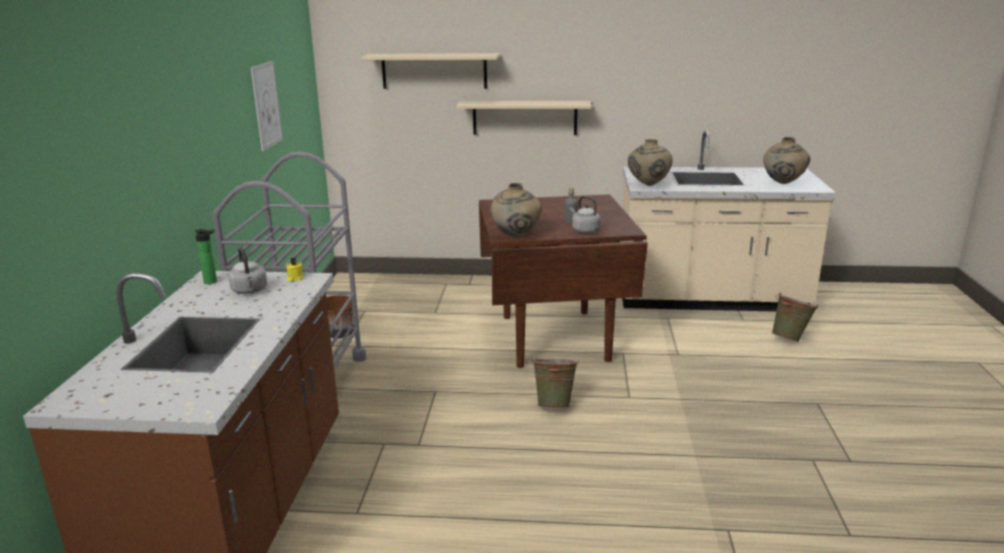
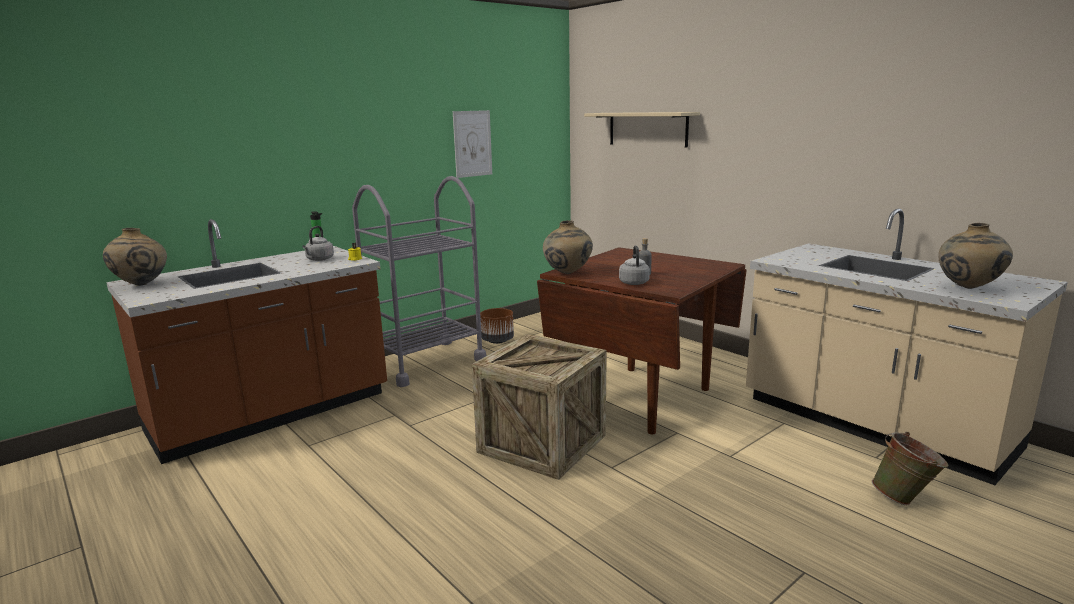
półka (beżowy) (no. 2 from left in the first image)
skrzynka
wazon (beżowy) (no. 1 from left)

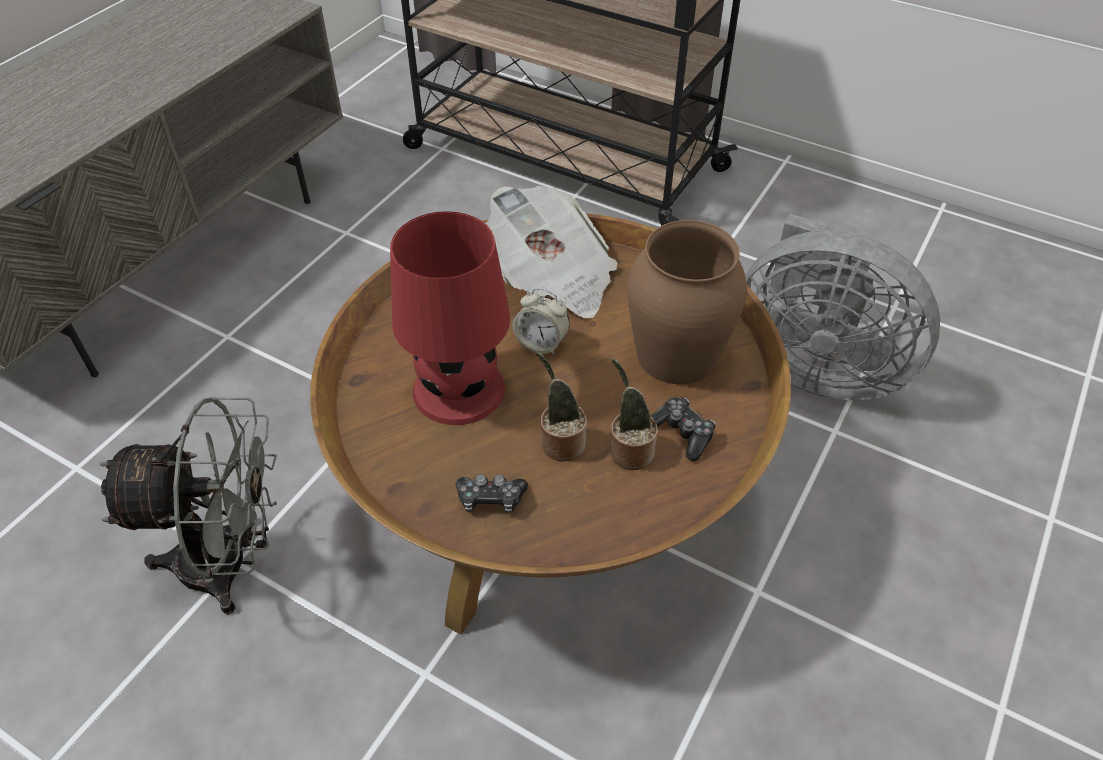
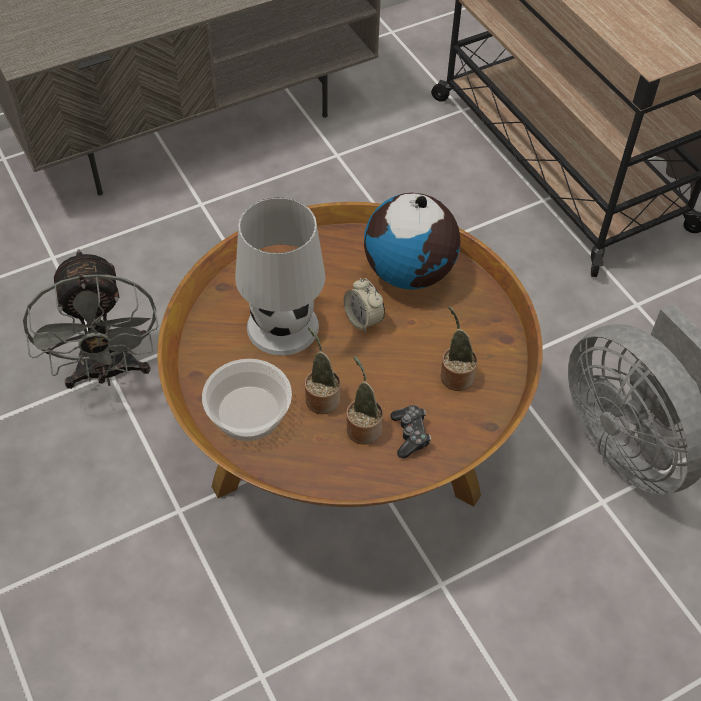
wentylator (szary) (no. 1 from left)
lampa stołowa (biały)
miska
globus
roślina doniczkowa (no. 3 from left)

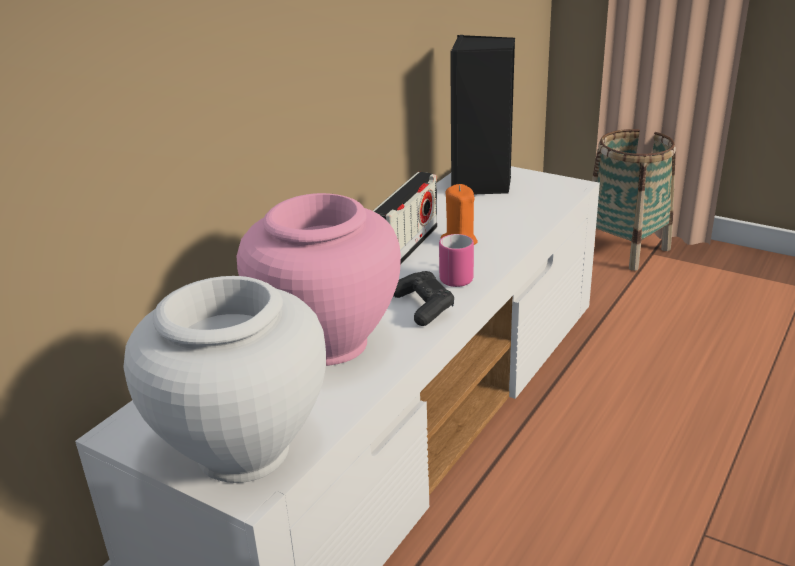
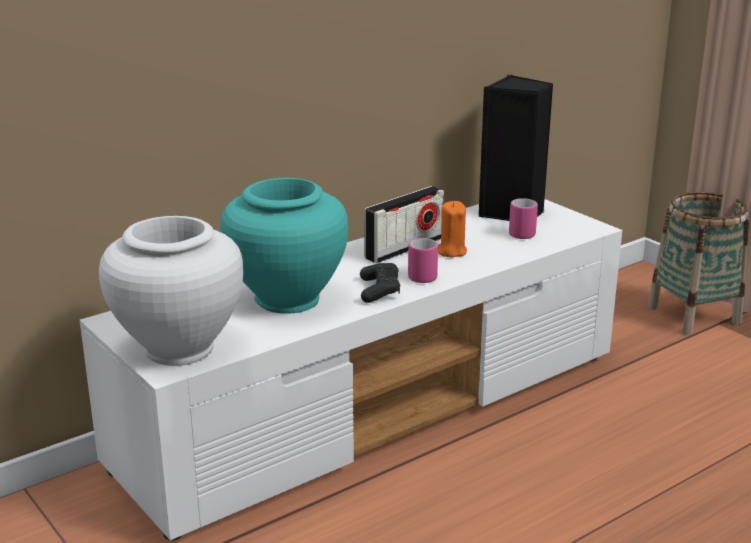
wazon (turkusowy)
kubek (różowy) (no. 2 from left)

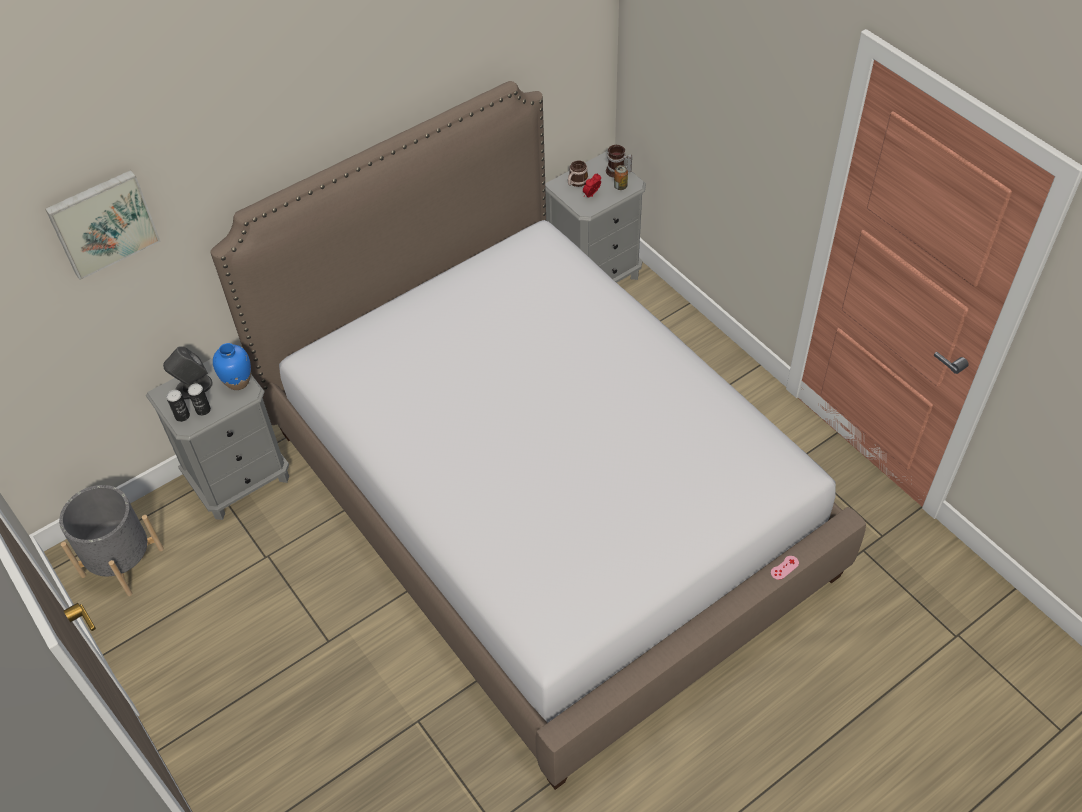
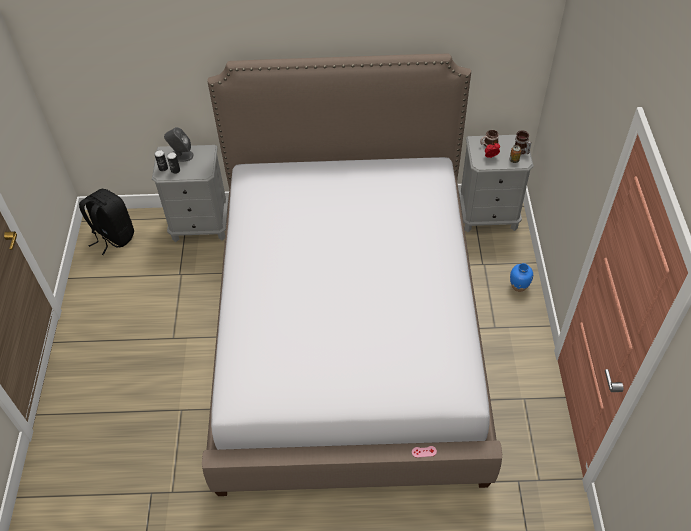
obraz
plecak (czarny)
wazon (niebieski)

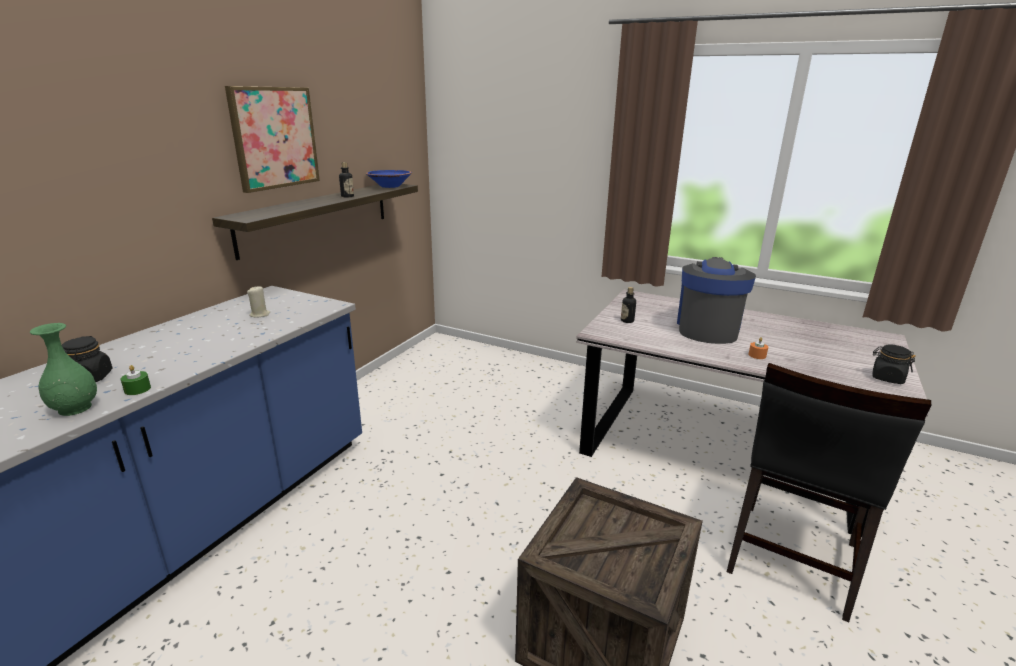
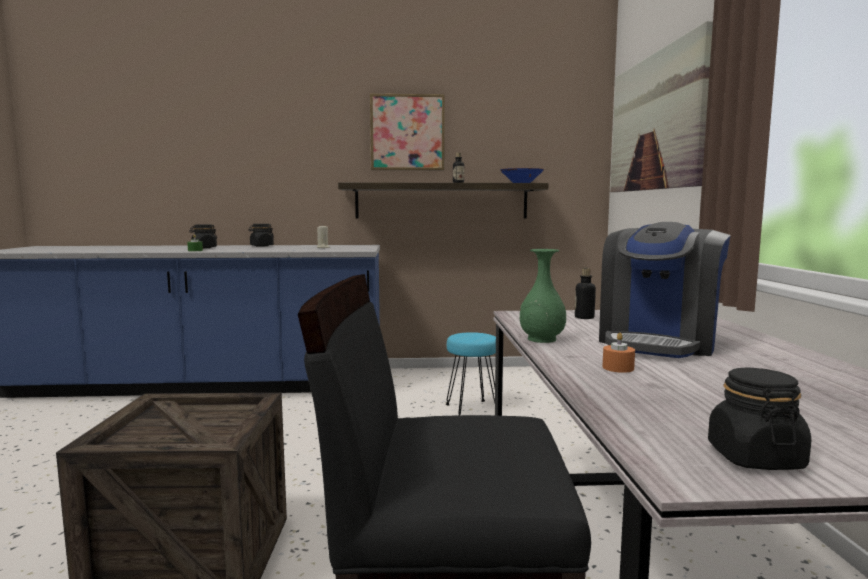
wazon (zielony)
ekspres do kawy
słoik (czarny) (no. 2 from left)
stołek (turkusowy)
obraz (no. 2 from left)

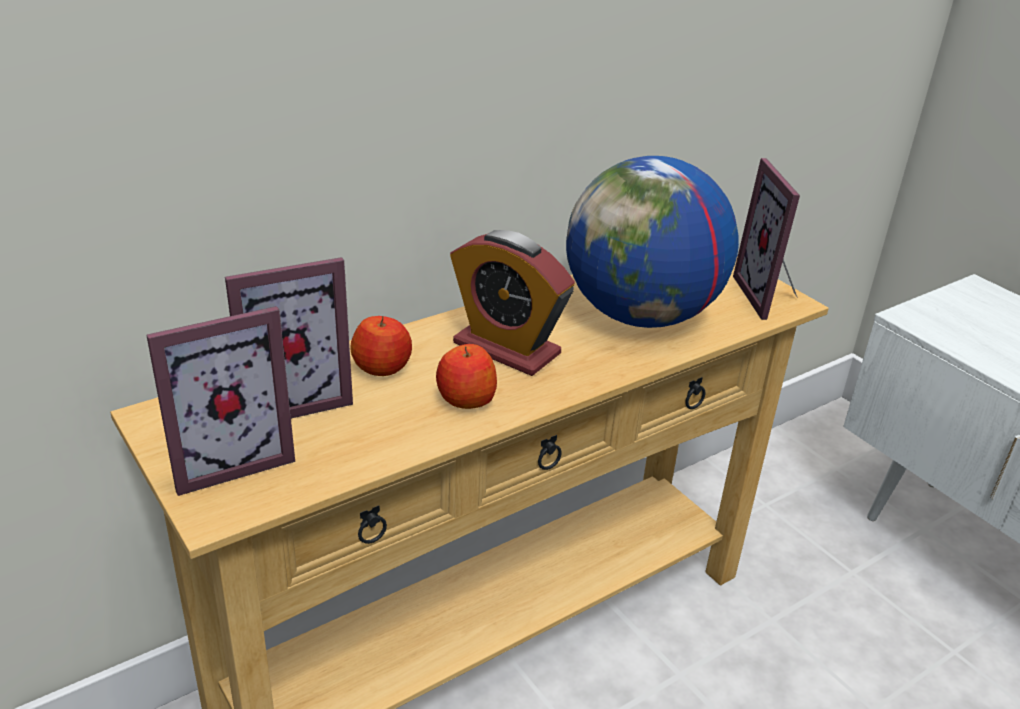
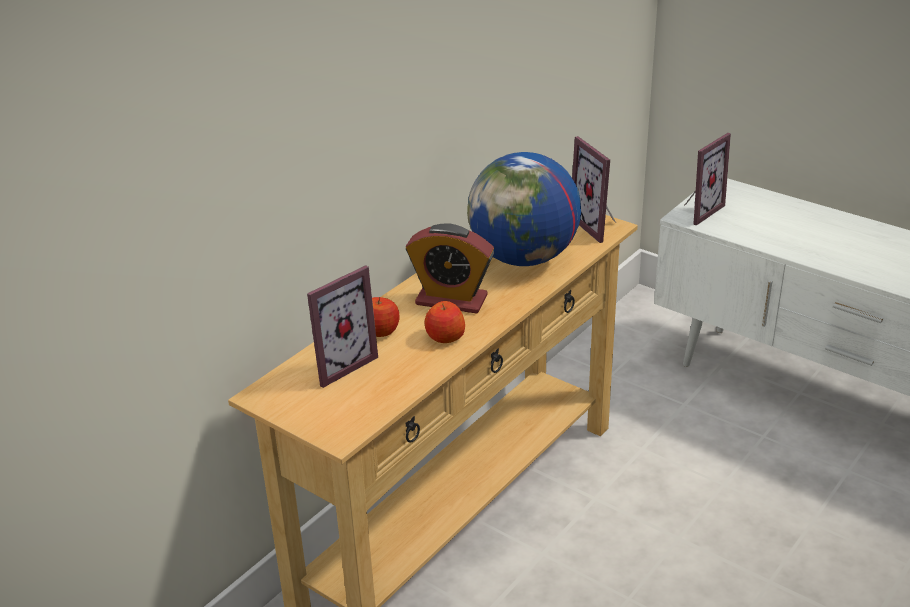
ramka na zdjęcie (no. 3 from left)

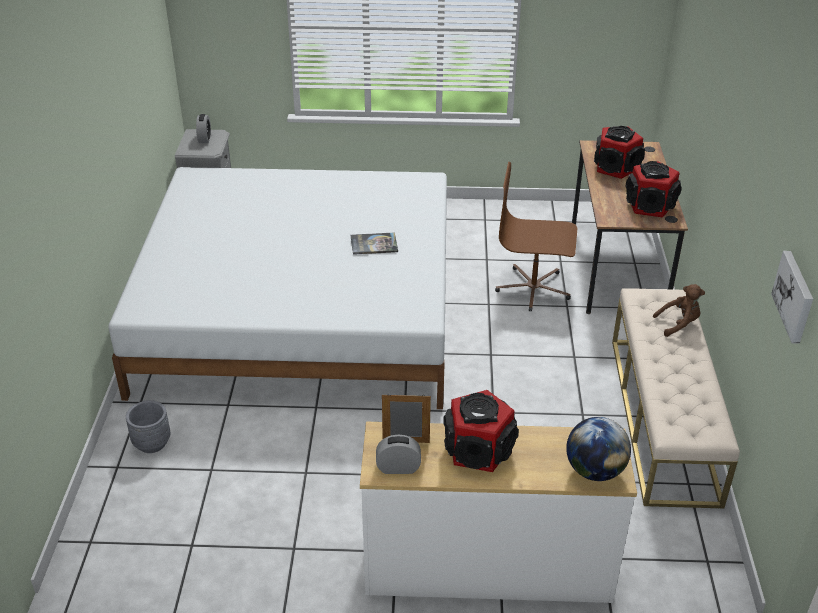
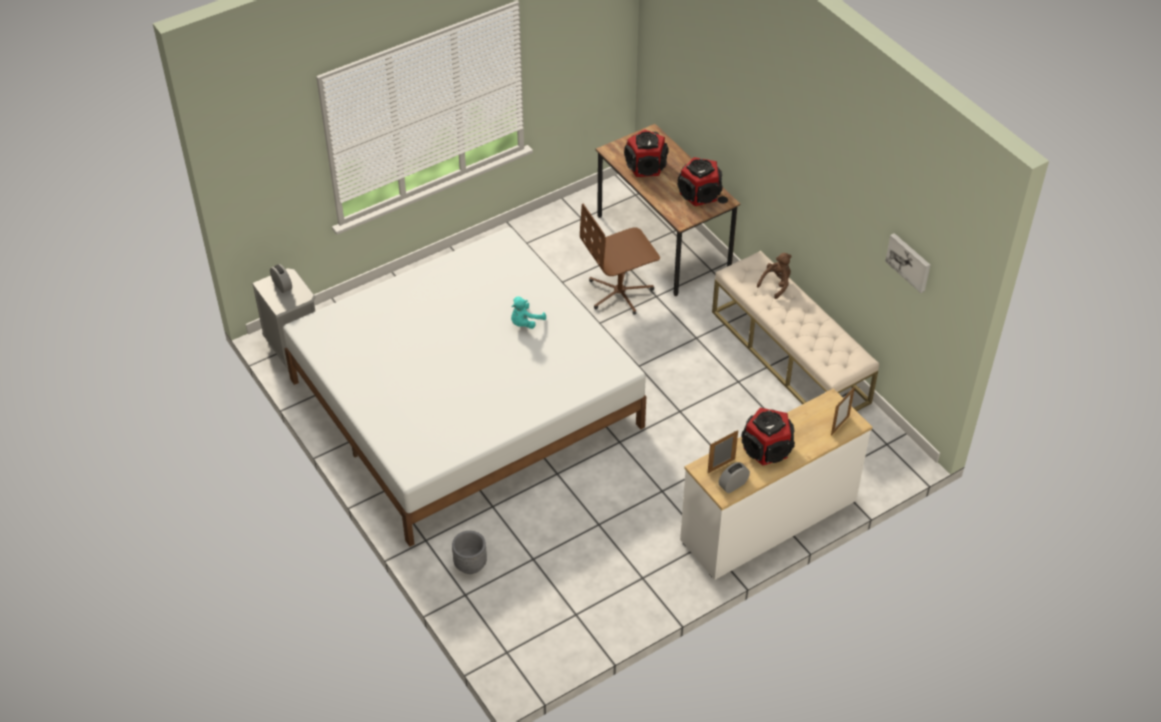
pluszak (turkusowy)
ramka na zdjęcie (no. 2 from left)

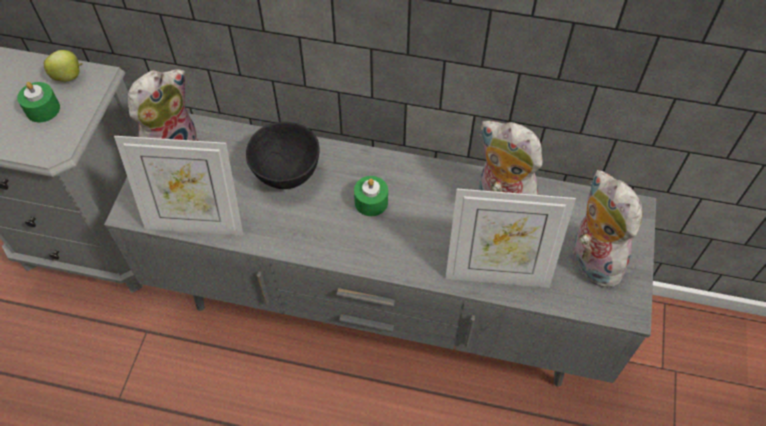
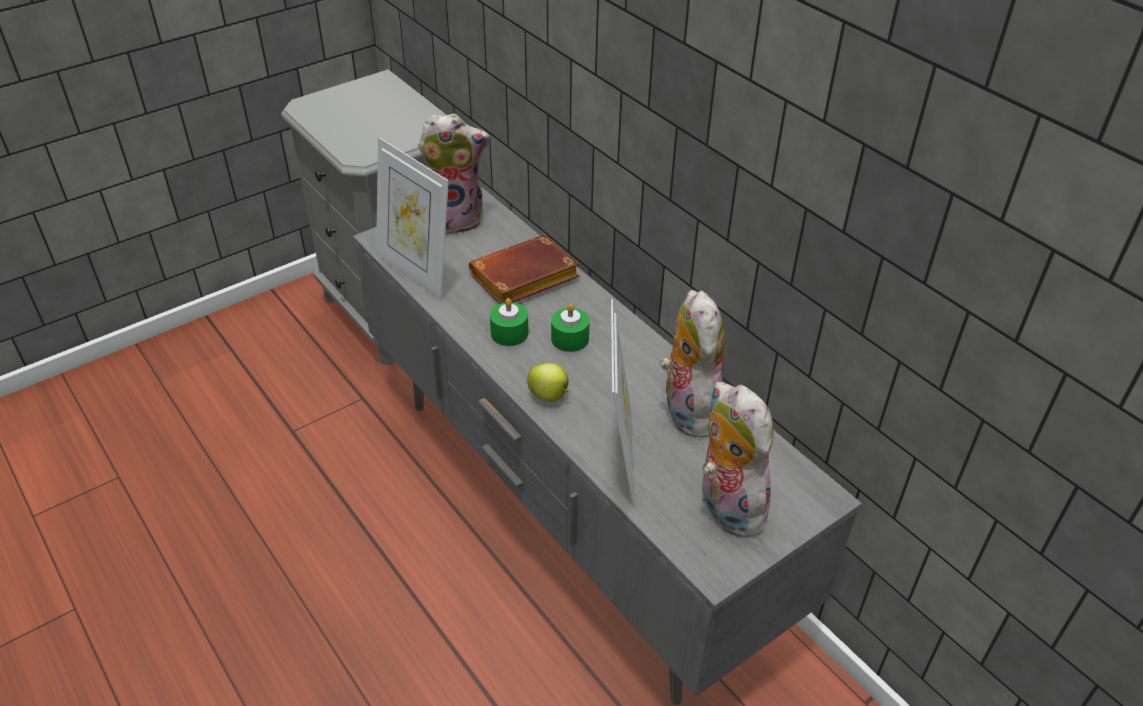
świeca (zielony) (no. 1 from left)
jabłko
książka (brązowy)
ramka na zdjęcie (no. 2 from left)
pluszak (no. 3 from left)

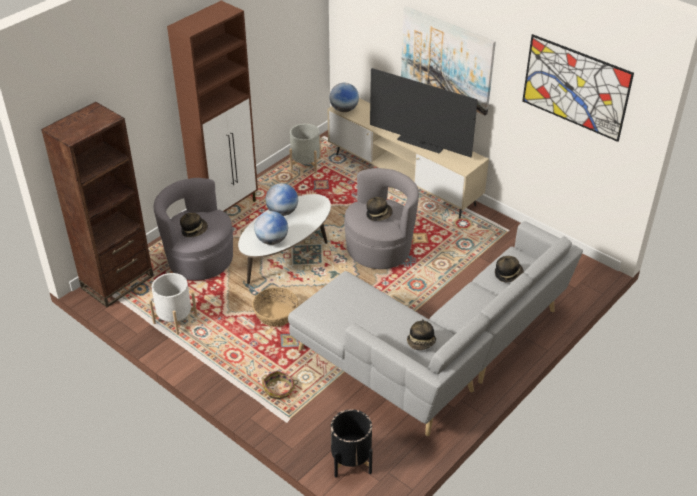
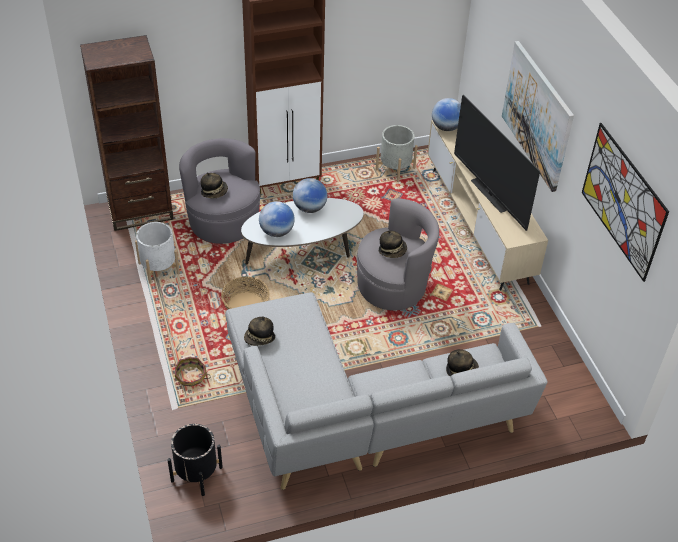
kapelusz (no. 2 from left)

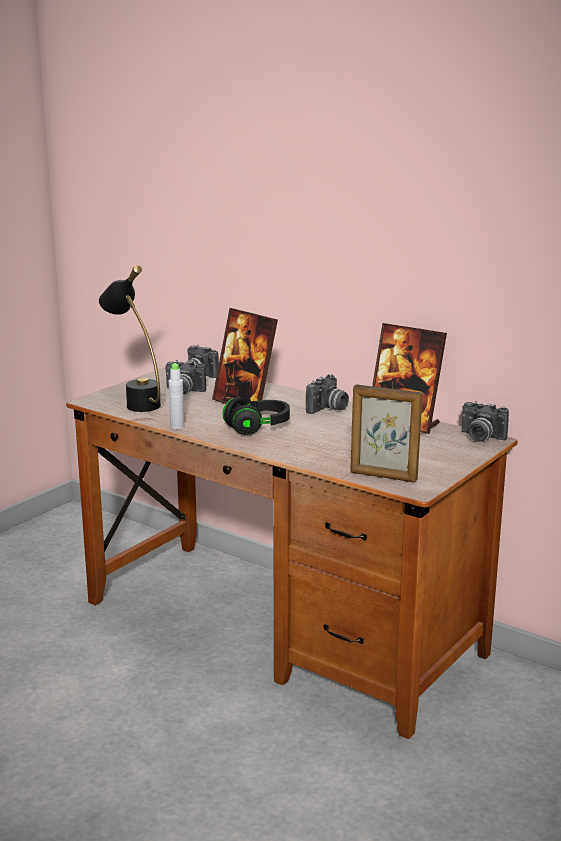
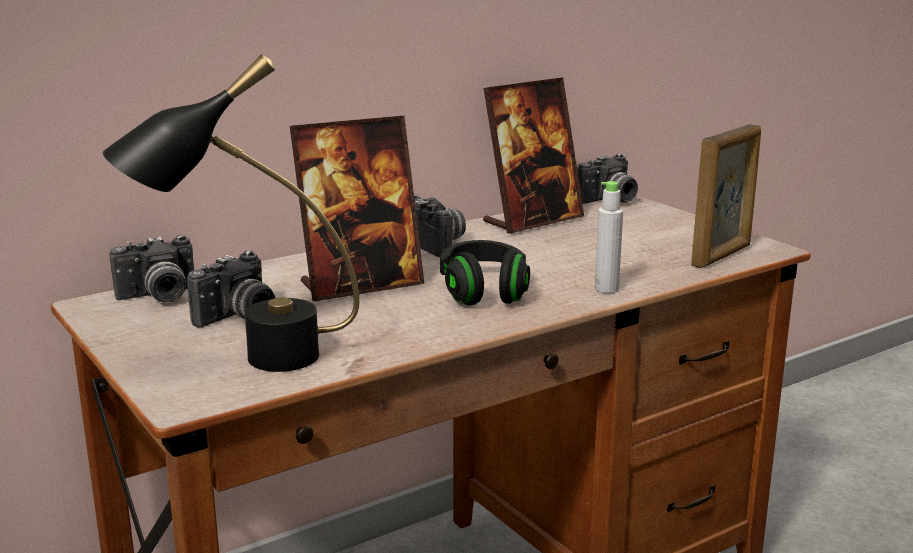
butelka (szary)

